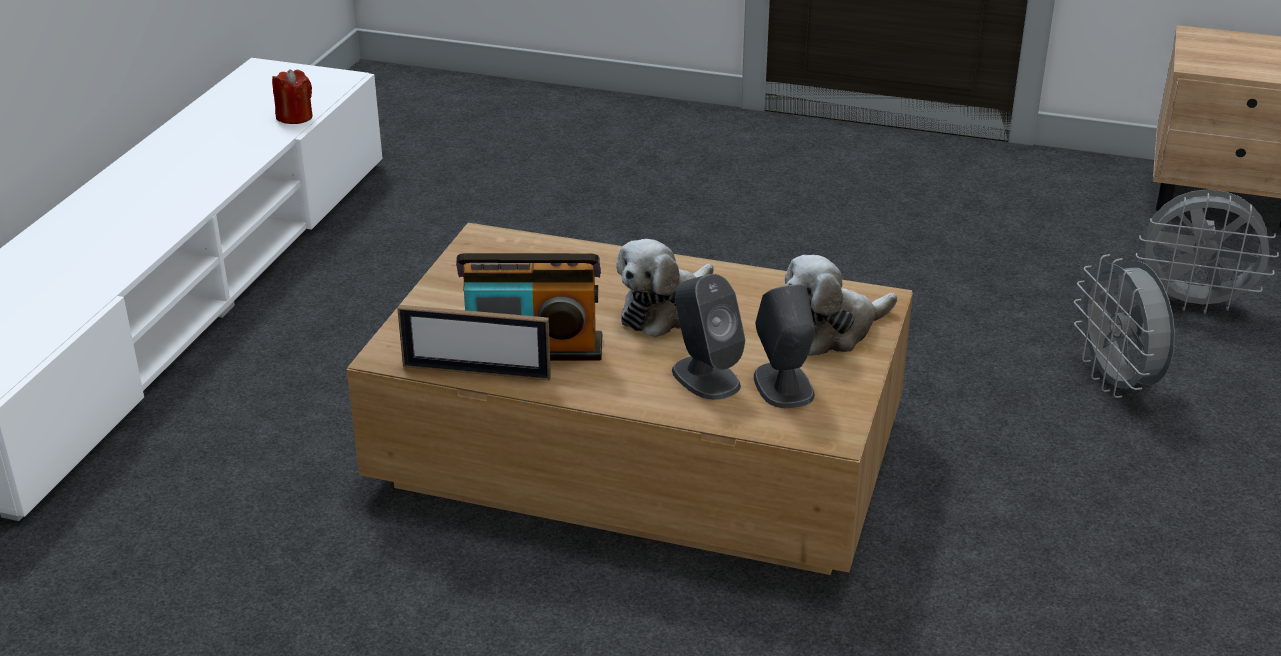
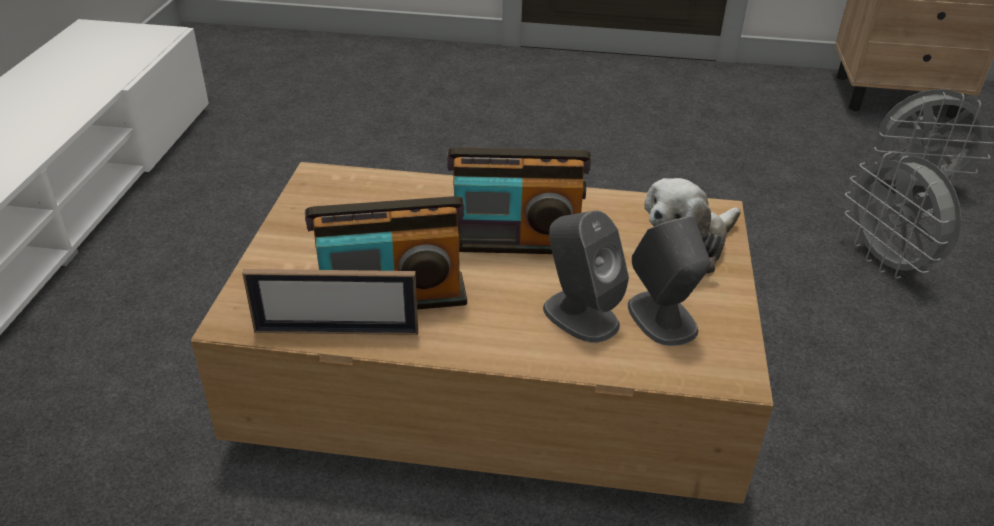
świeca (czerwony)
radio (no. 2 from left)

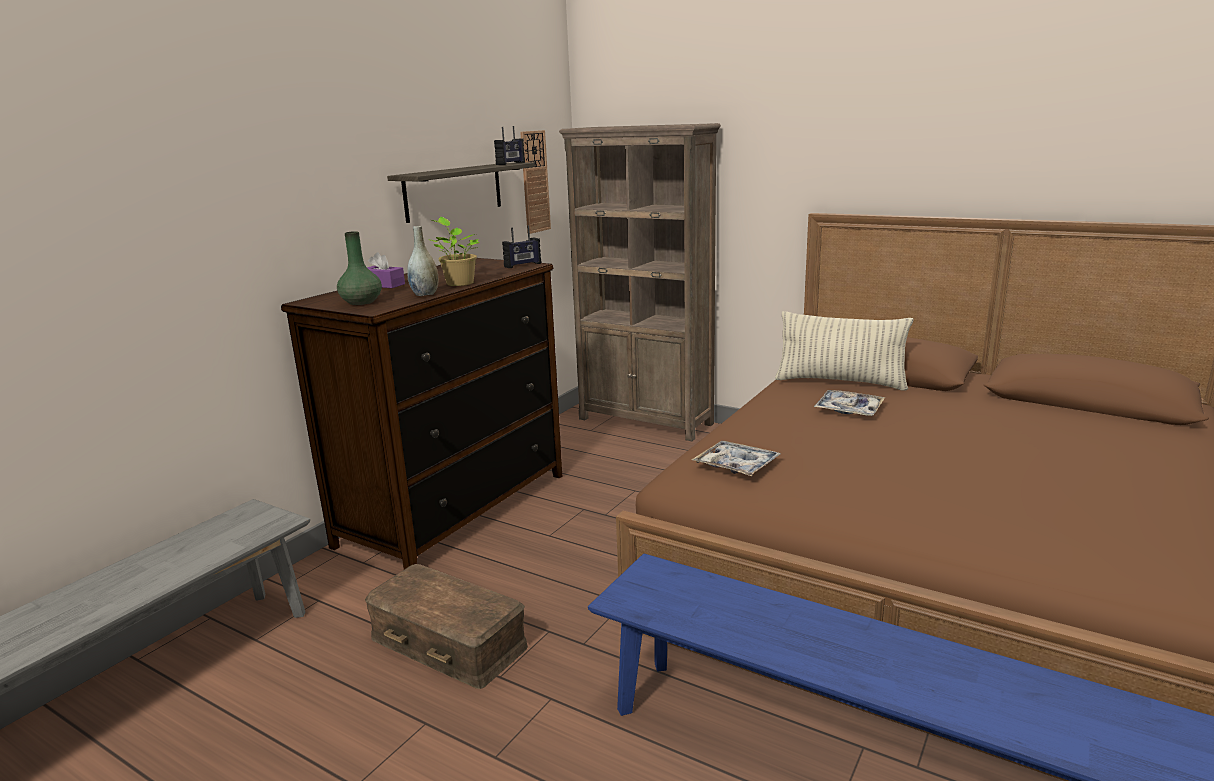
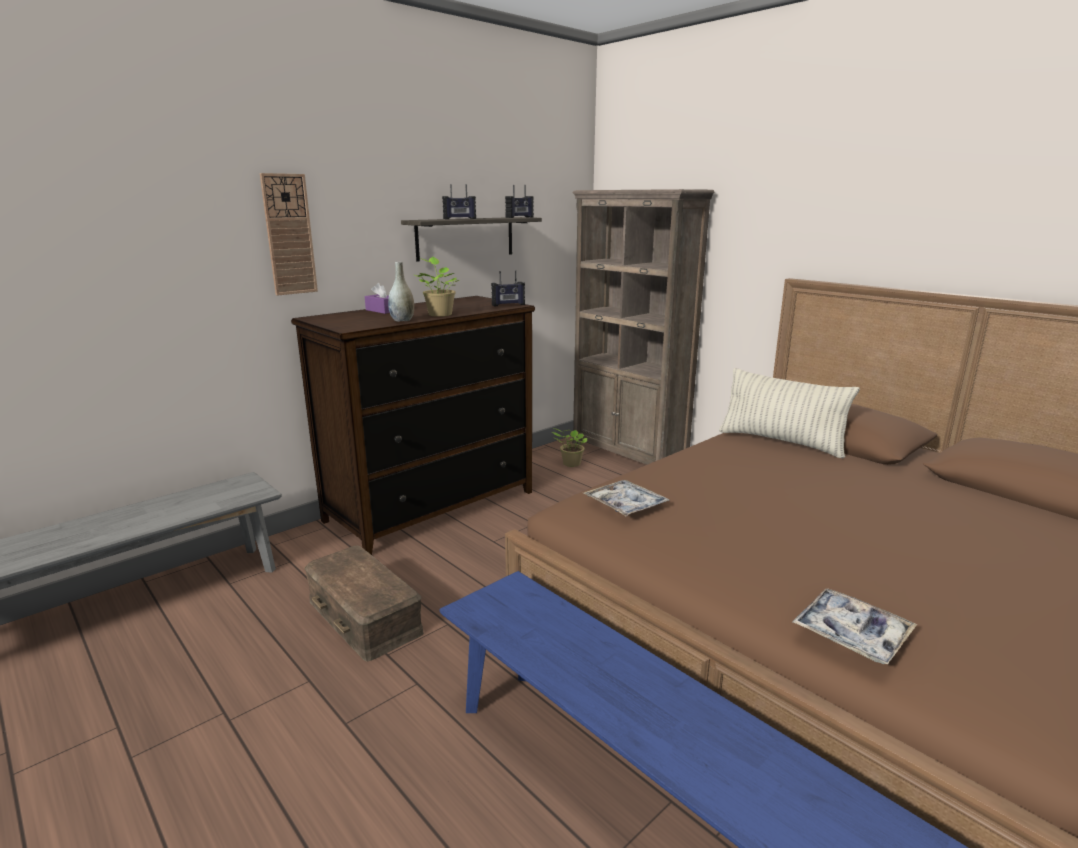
wazon (zielony)
zegar ścienny
taca (no. 2 from left)
radio (no. 1 from left)
roślina doniczkowa (no. 2 from left)

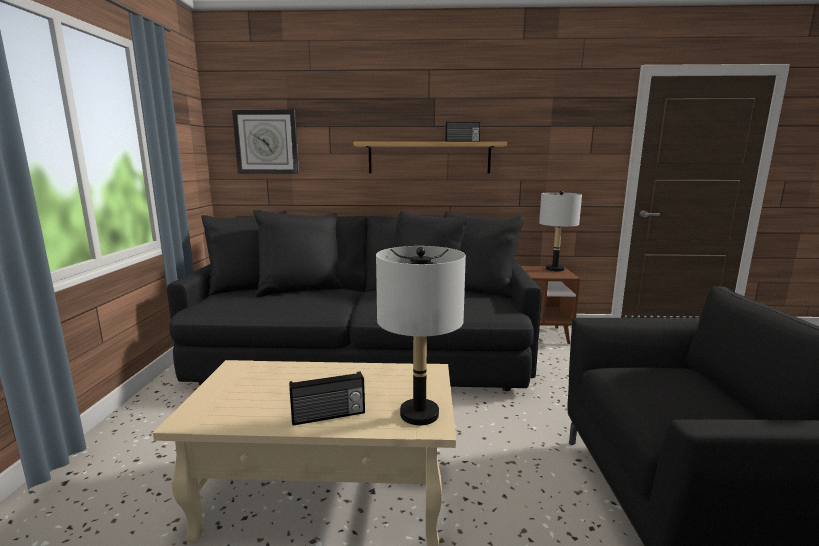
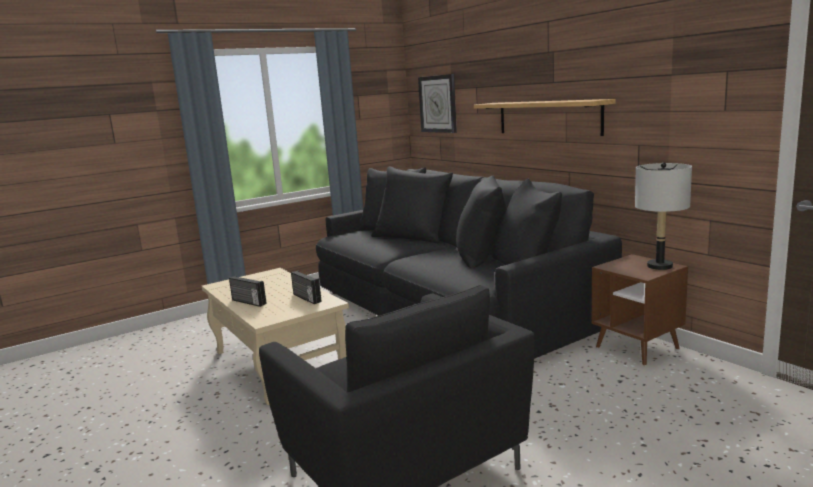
lampa stołowa (szary) (no. 1 from left in the first image)
radio (no. 2 from left)

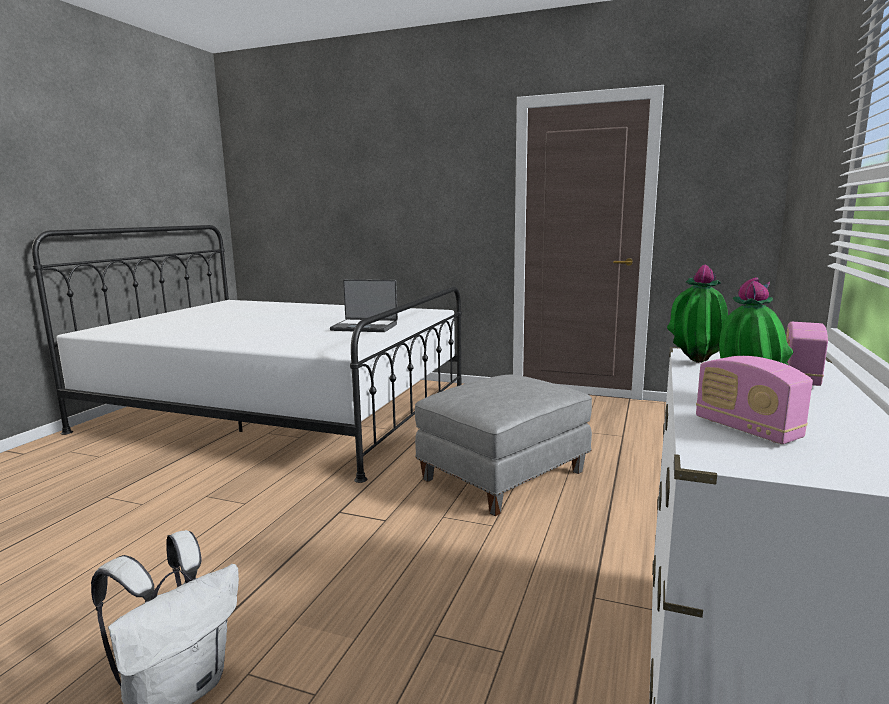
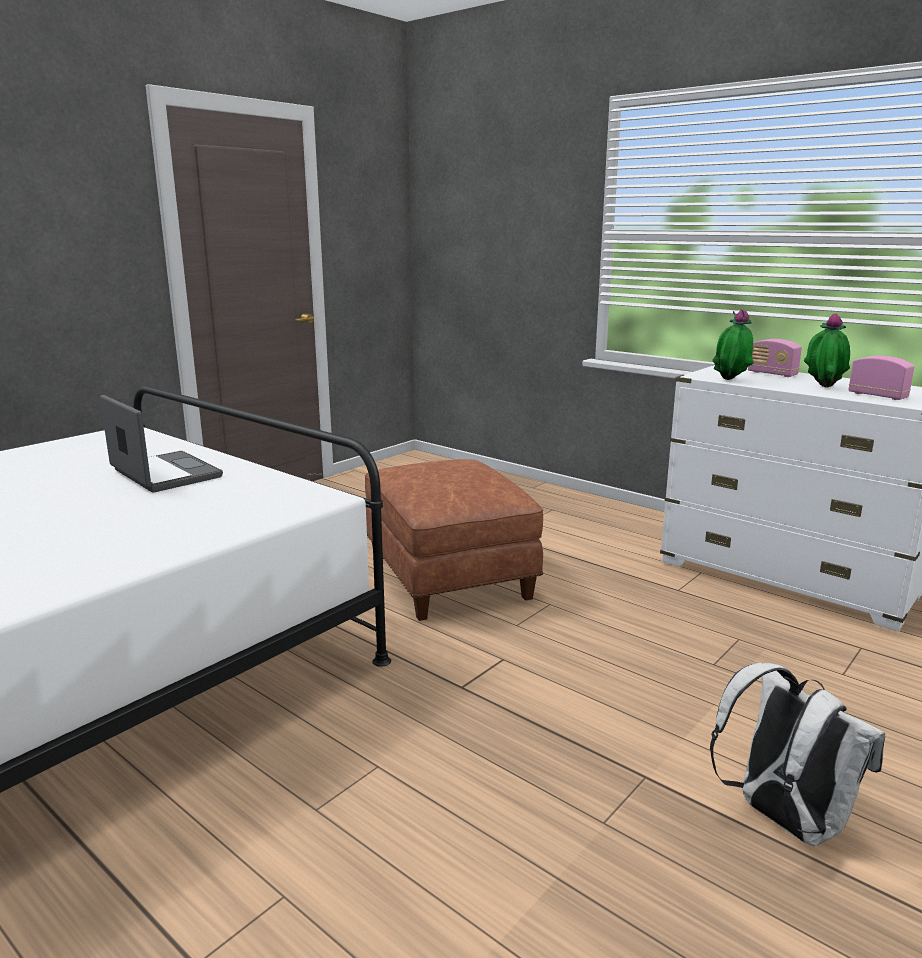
laptop
pufa (brązowy)
radio (no. 2 from left)

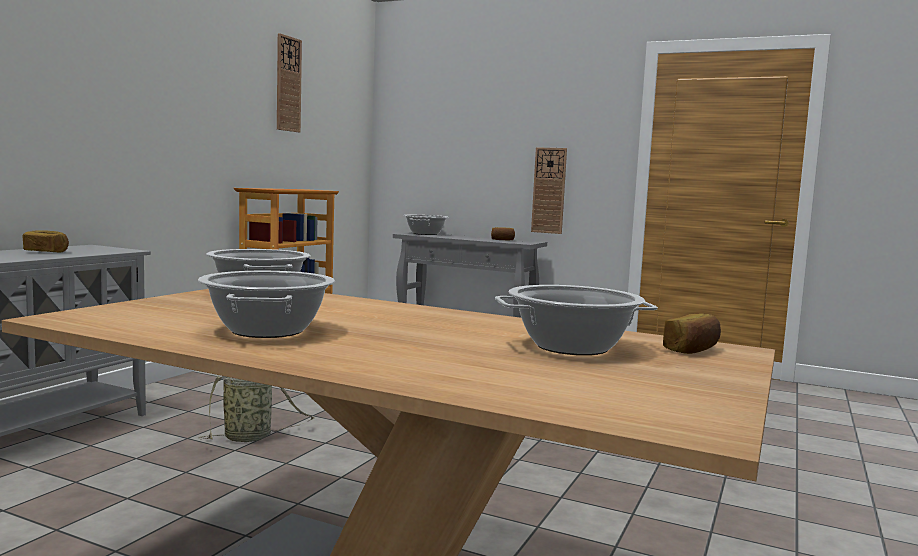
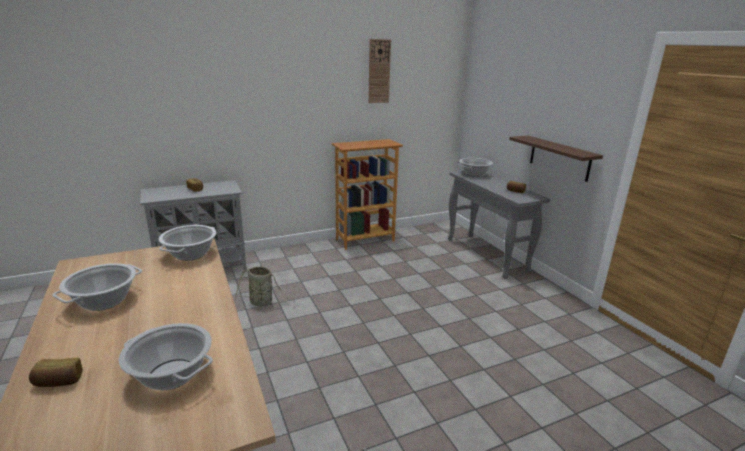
półka
chleb (no. 1 from left)

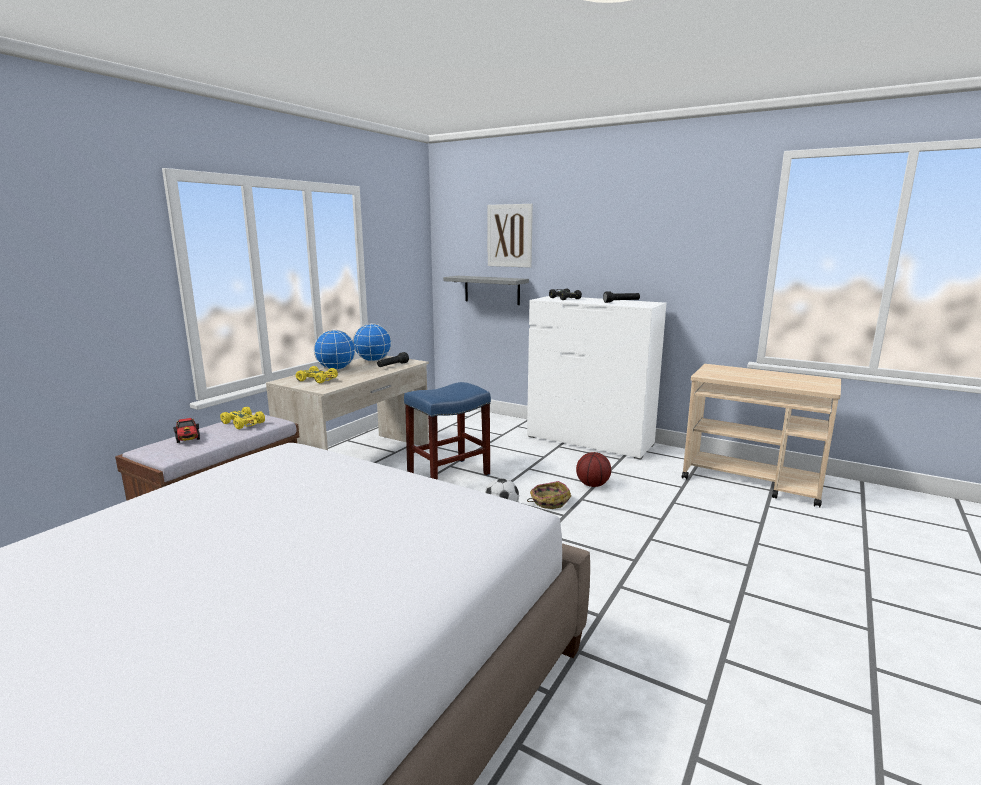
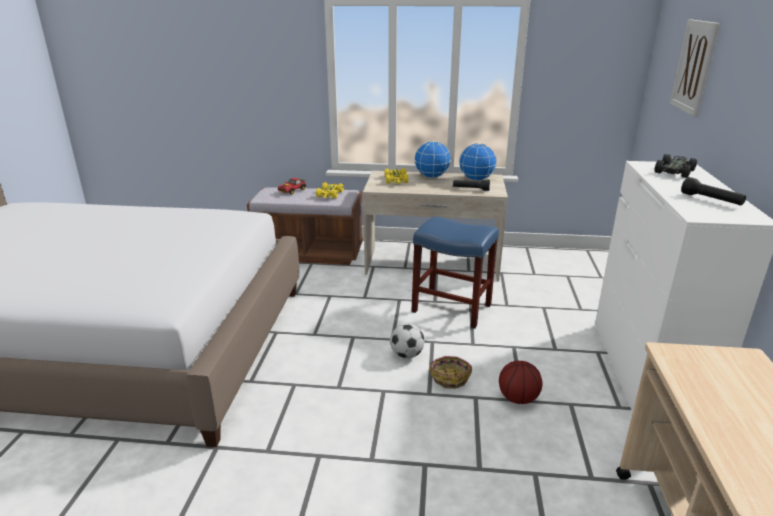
półka (szary)

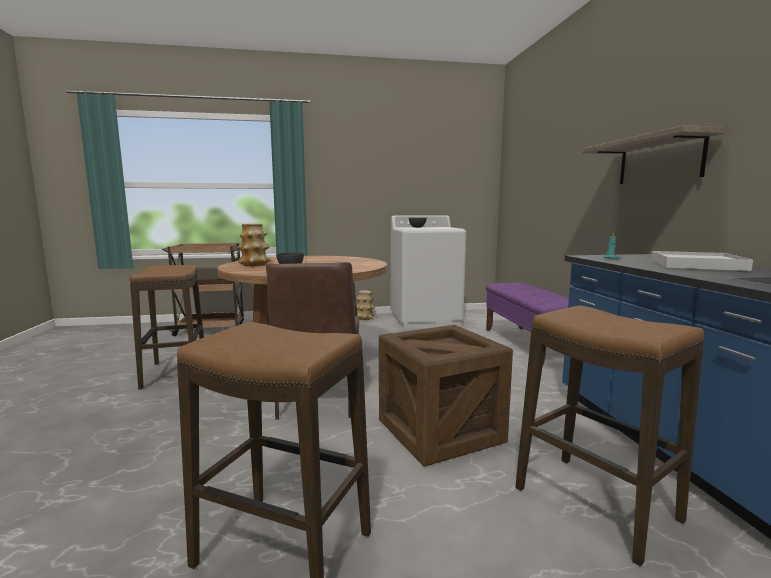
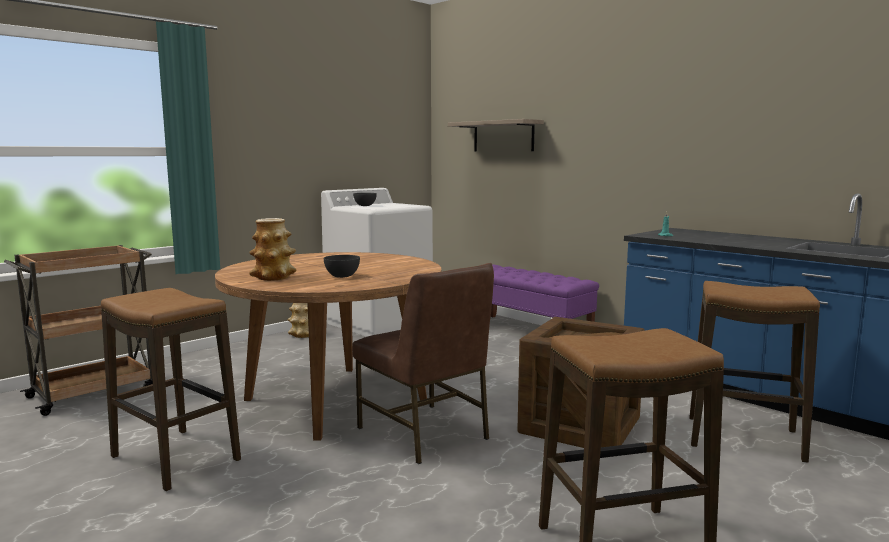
półka
taca (biały)

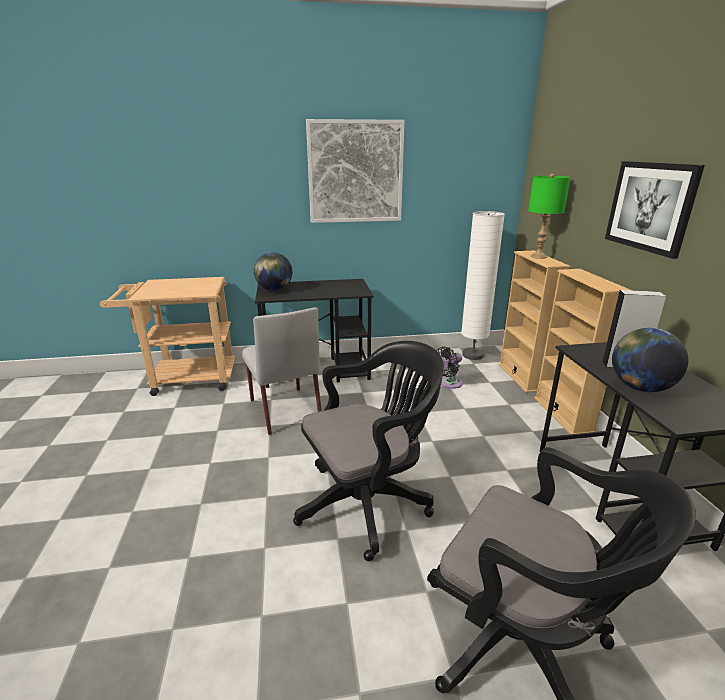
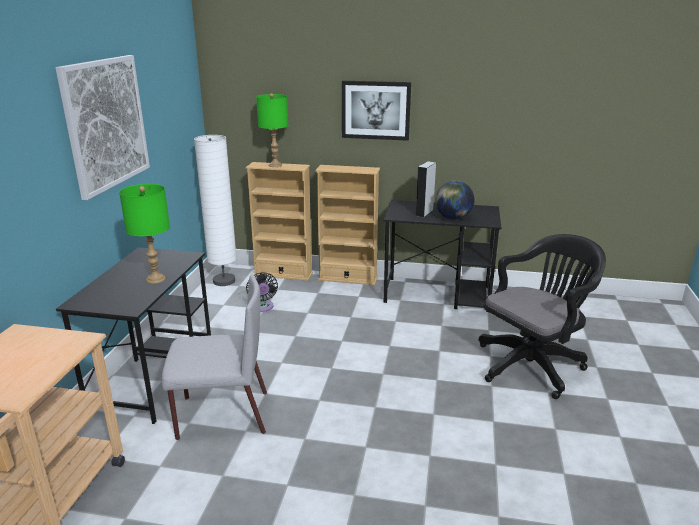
globus (no. 1 from left in the first image)
krzesło biurowe (czarny) (no. 1 from left in the first image)
lampa stołowa (zielony) (no. 1 from left)

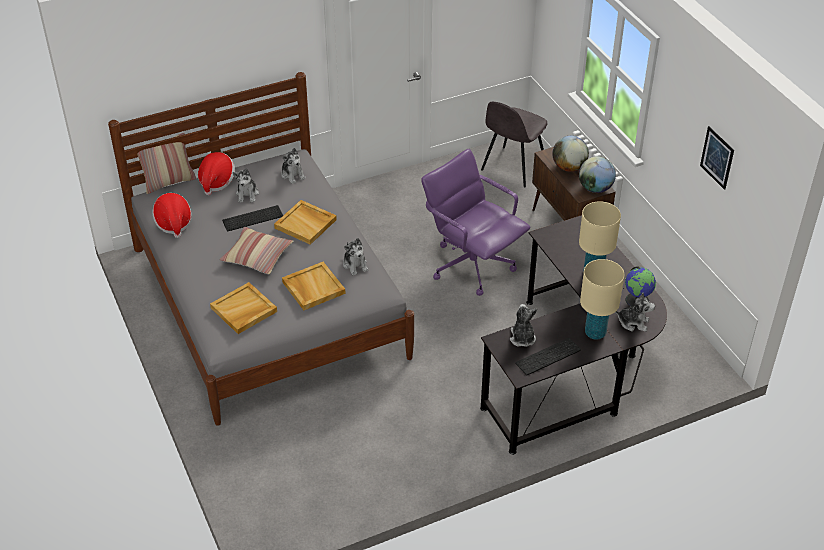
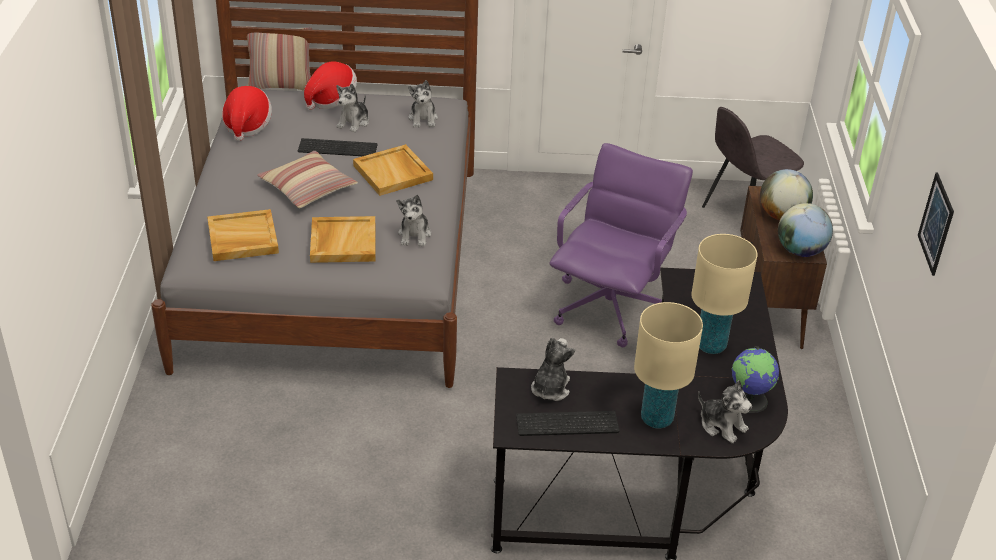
krzesło biurowe (fioletowy)

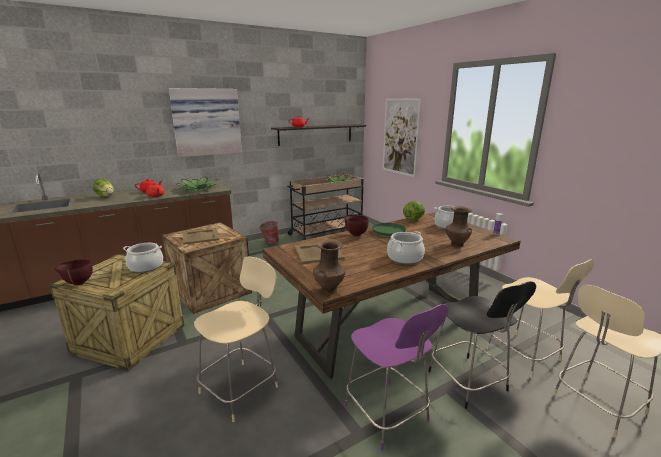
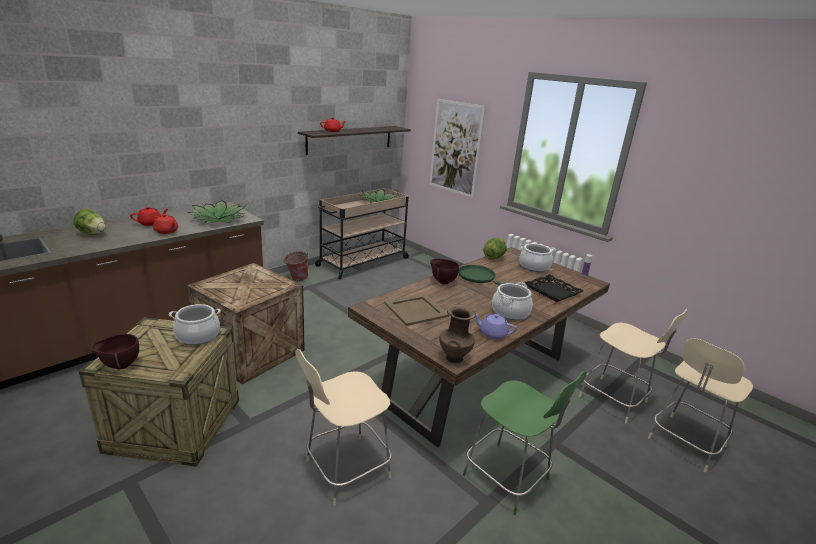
obraz (no. 1 from left in the first image)
taca (beżowy) (no. 1 from left in the first image)
krzesło (beżowy) (no. 1 from left)
krzesło (zielony)
krzesło (czarny)
taca (czarny)
imbryk (fioletowy)

